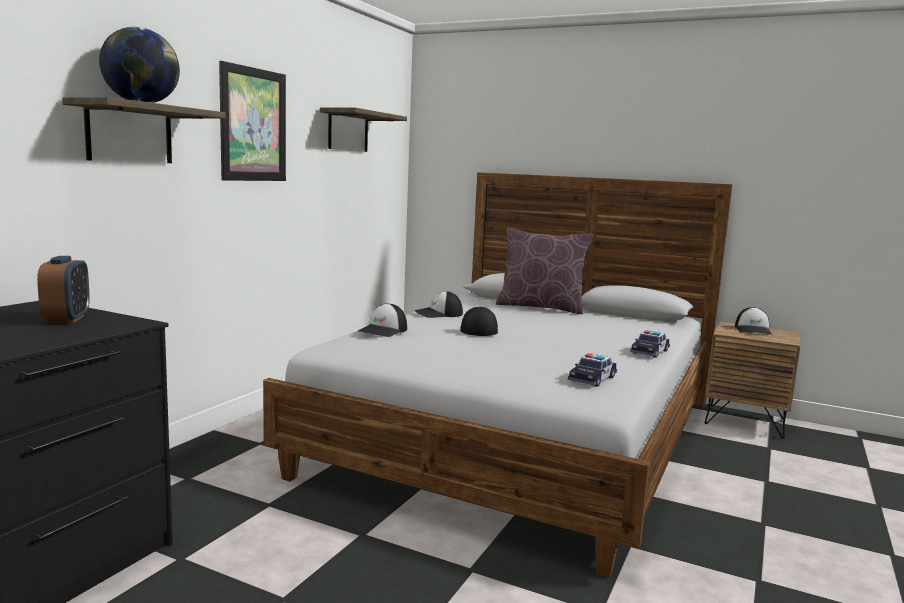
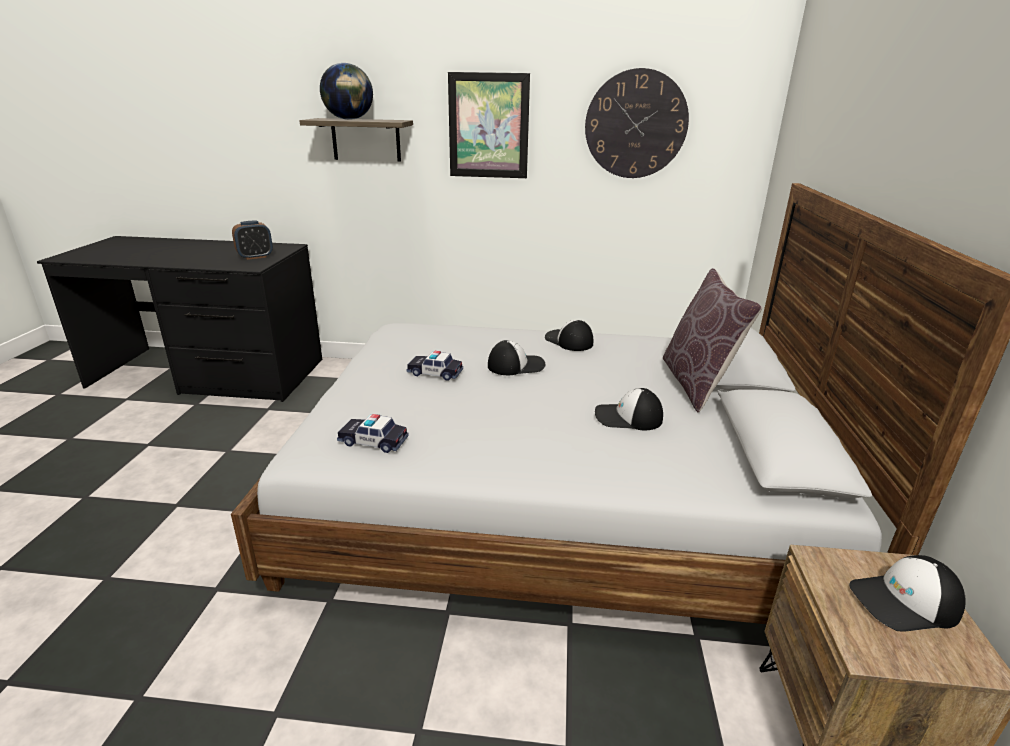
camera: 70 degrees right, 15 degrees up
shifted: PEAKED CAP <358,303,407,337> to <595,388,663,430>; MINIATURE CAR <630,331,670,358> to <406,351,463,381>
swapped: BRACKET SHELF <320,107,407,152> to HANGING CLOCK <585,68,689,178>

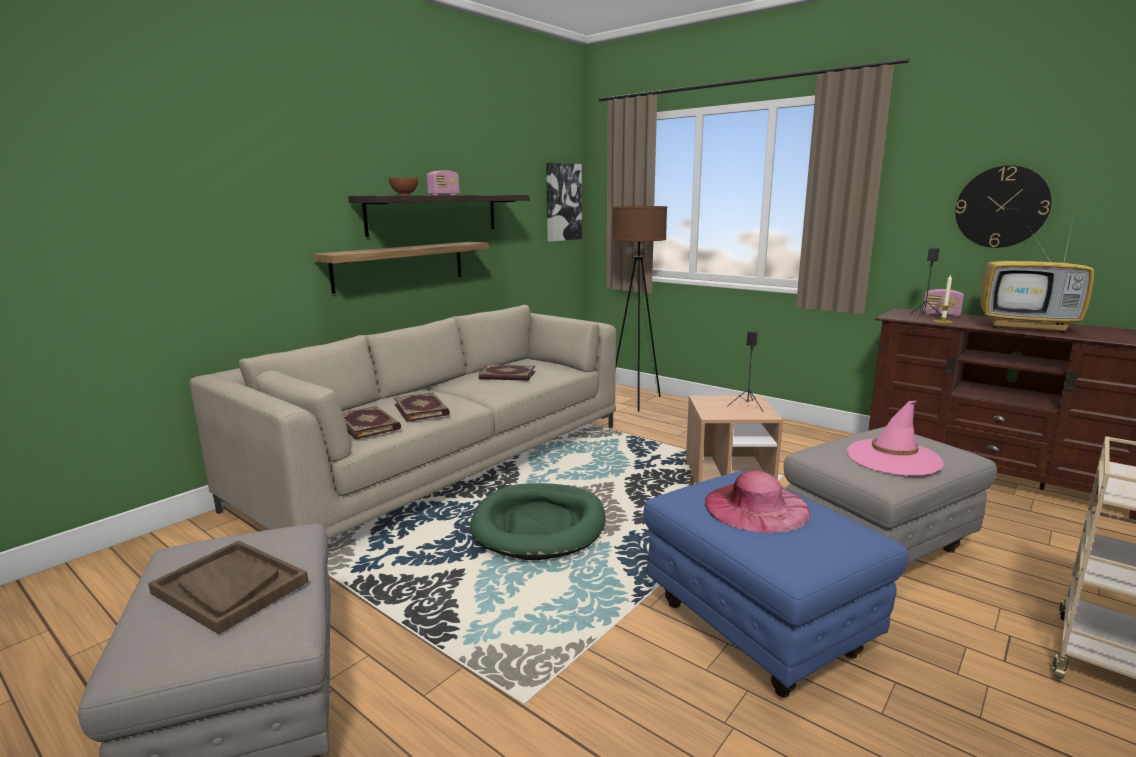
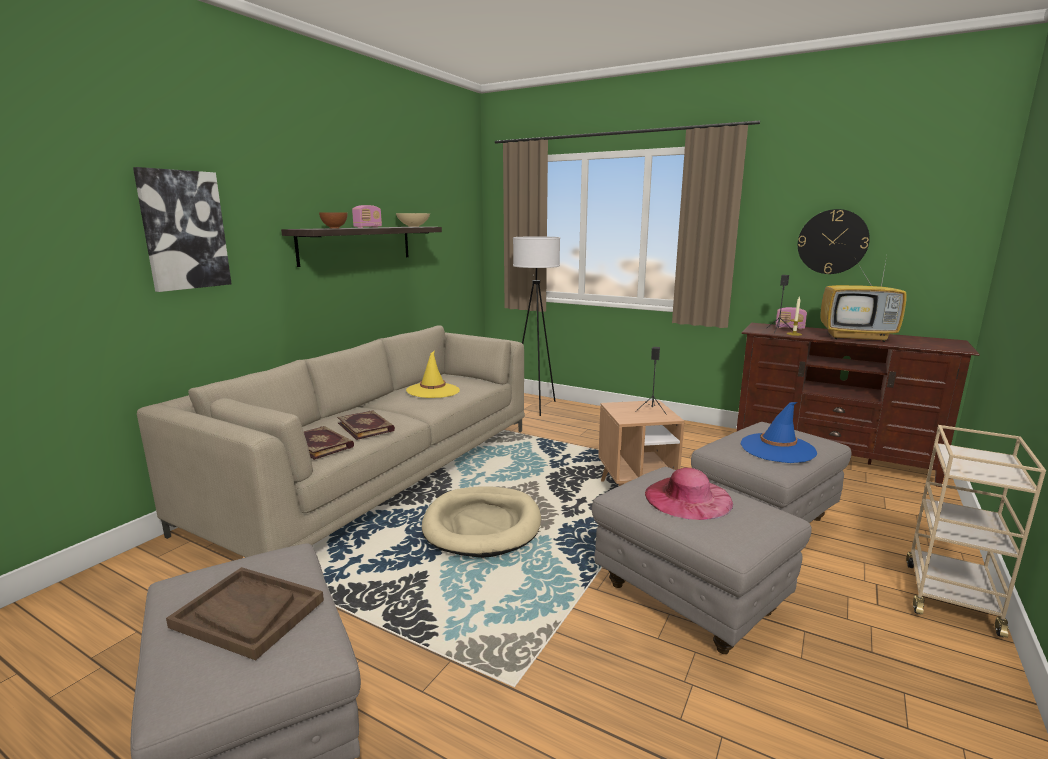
camera: 10 degrees left, 0 degrees up
gone: BRACKET SHELF <313,242,489,294>
new: BEIGE BOWL <396,213,430,227>
shifted: WALL PICTURE <546,162,582,242> to <133,167,232,292>
swapped: BOUND BOOK <479,364,535,381> to YELLOW-COLOURED WEARABLE HAT <406,350,460,398>
repainted: GREEN-COLOURED PET BED <470,483,606,560> to BEIGE PET BED <422,486,541,558>; BROWN STANDARD LAMP <612,206,667,412> to WHITE-COLOURED STANDARD LAMP <513,236,560,416>; BLUE FOOTREST <643,471,908,697> to GREY FOOTREST <592,467,812,654>; PINKISH WEARABLE HAT <847,401,943,476> to BLUE WEARABLE HAT <741,402,817,463>

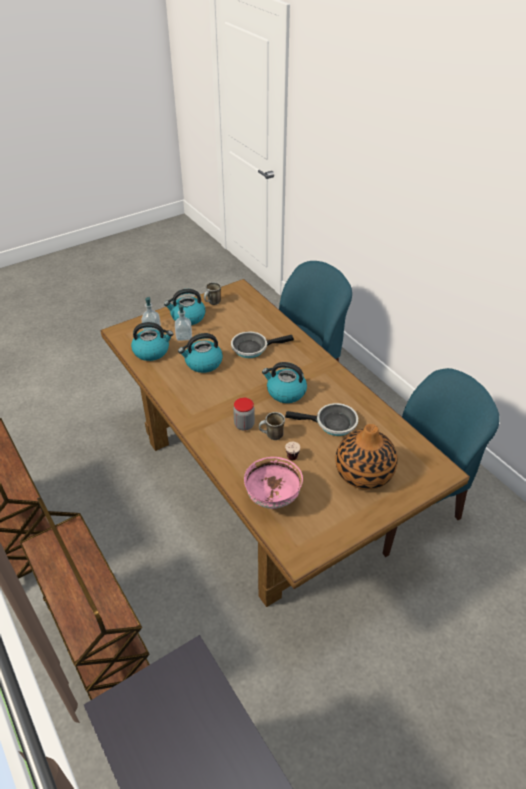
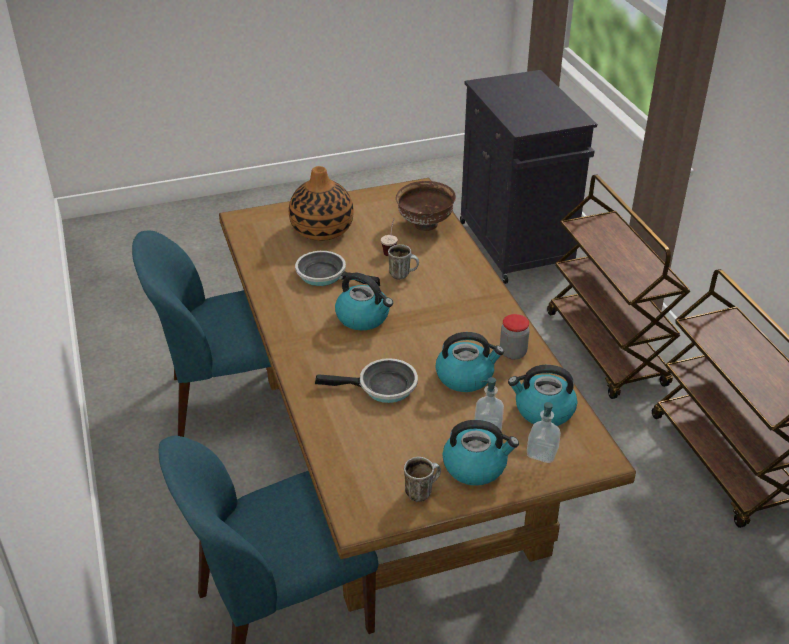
camera: 165 degrees left, 5 degrees down
shifted: PRESERVE JAR <233,398,255,431> to <500,314,530,360>
repainted: PINKISH BOWL <244,457,303,509> to BROWN BOWL <396,181,456,231>

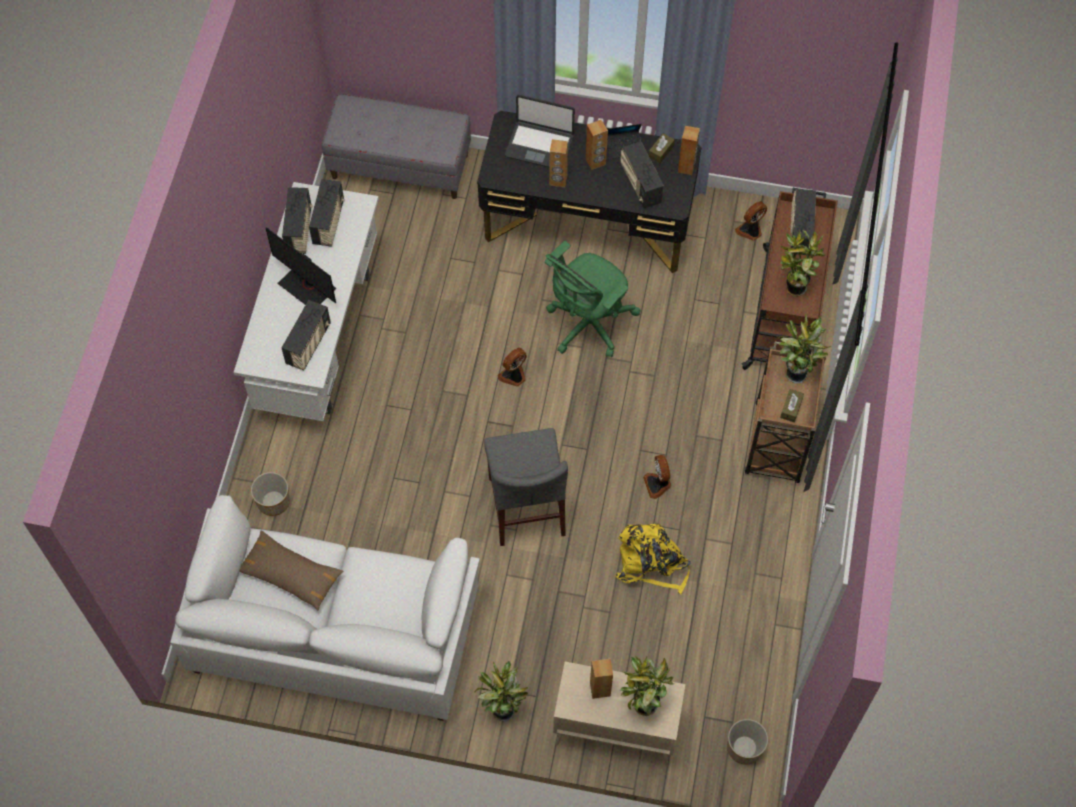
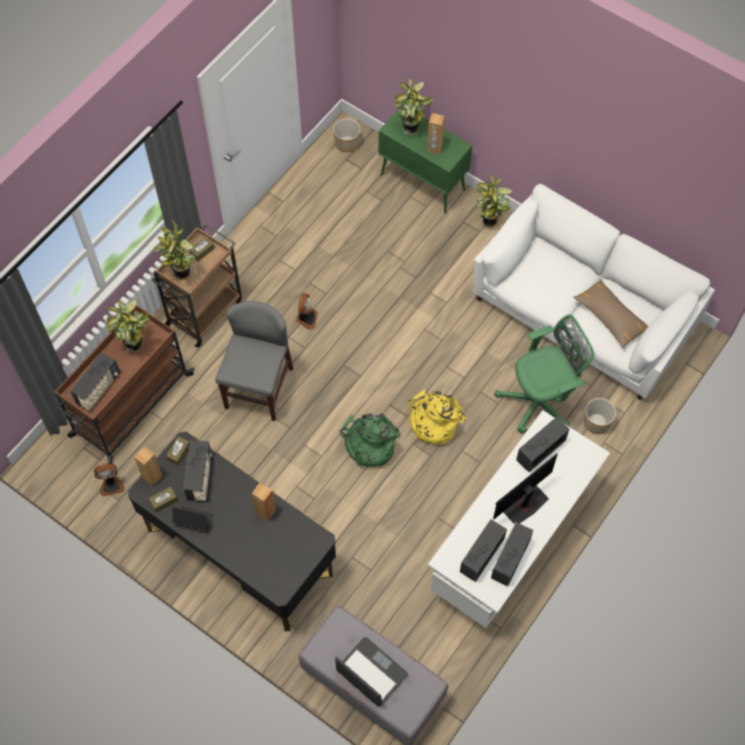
camera: 155 degrees left, 0 degrees up
gone: BROWN LOUDSPEAKER <585,120,608,170>
new: BROWN BOX OF TISSUES <166,436,190,465>
shifted: GREY PLAIN CHAIR <484,428,568,546> to <215,301,293,421>; NOTEBOOK COMPUTER <505,95,575,167> to <335,637,408,707>; GREEN-COLOURED DESK CHAIR <545,241,641,357> to <494,314,595,433>; YELLOW-COLOURED RUCKSACK <616,524,691,594> to <408,389,466,445>
swapped: COOLING FAN <498,348,527,387> to GREEN-COLOURED RUCKSACK <340,413,401,467>
repainted: BEIGE CUPBOARD <553,662,686,767> to GREEN-COLOURED CUPBOARD <379,107,472,213>
rotated: COMPUTER DISPLAY <266,227,336,305> = <493,453,558,524> 105 degrees counterclockwise

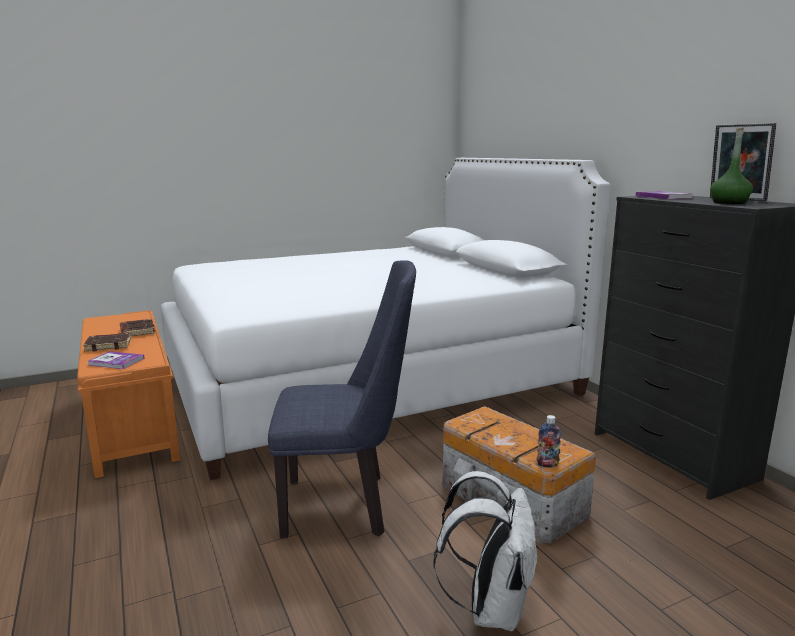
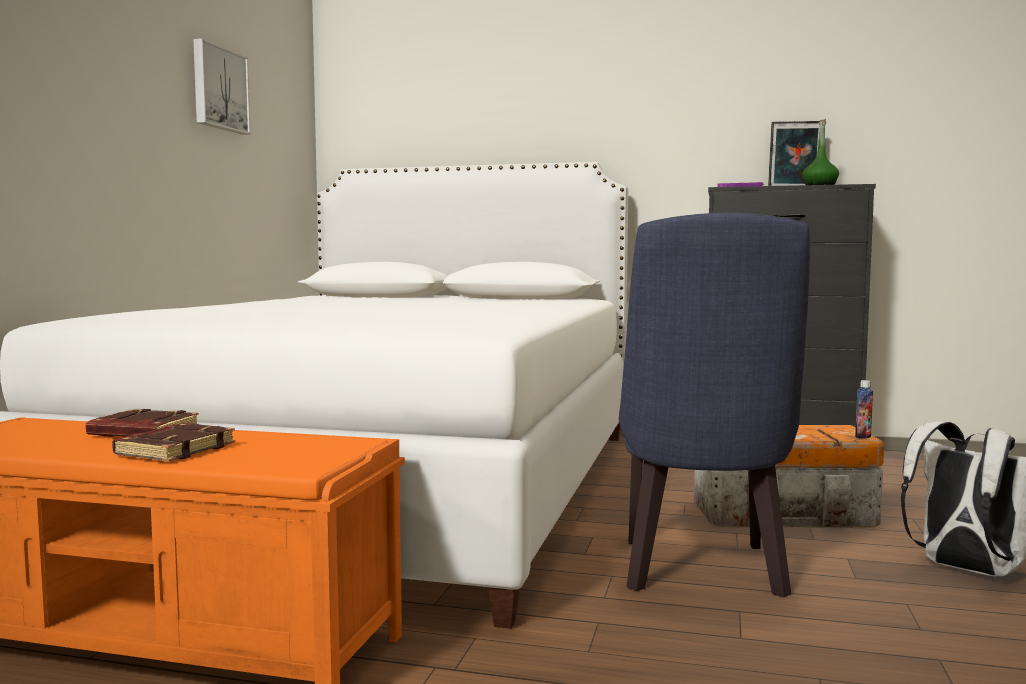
camera: 50 degrees left, 10 degrees down
gone: BOUND BOOK <88,351,145,369>
new: WALL PICTURE <193,38,250,135>
rotated: BLUE PLAIN CHAIR <268,260,416,538> = <619,213,810,597> 150 degrees clockwise

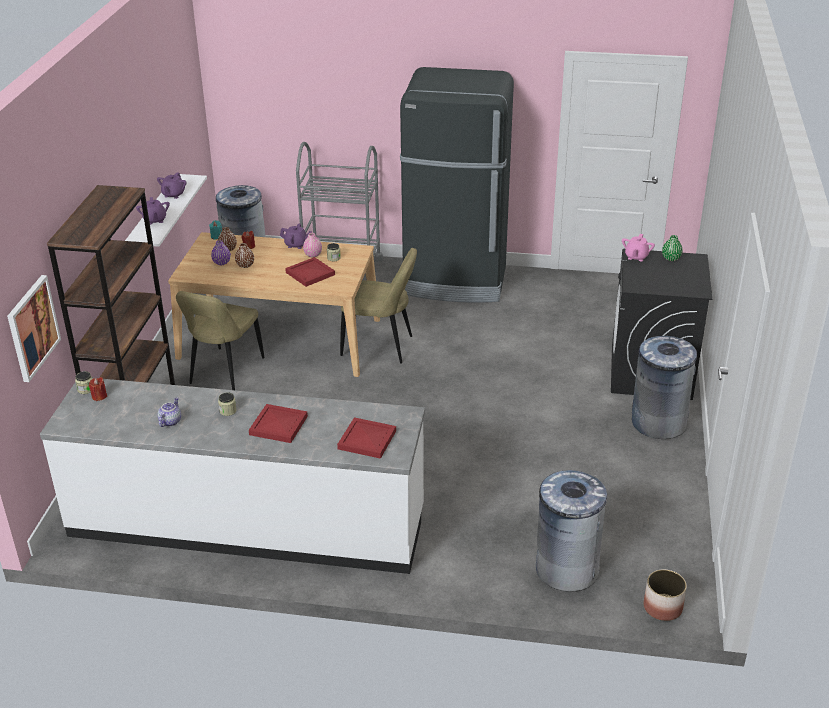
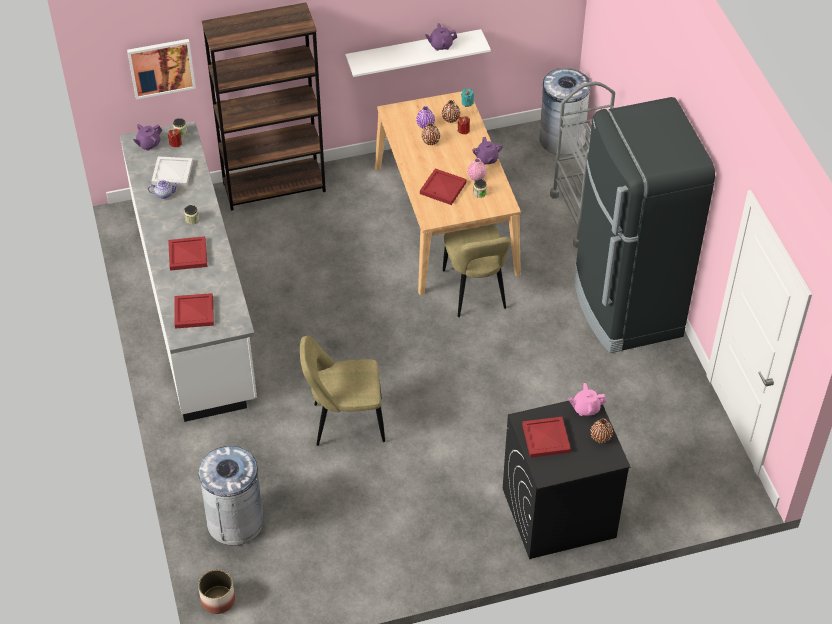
camera: 65 degrees right, 15 degrees up
gone: GREY WASTE BIN <632,336,697,439>
new: WHITE-COLOURED TRAY <151,156,193,187>; RED-COLOURED TRAY <522,417,571,458>
shifted: PURPLISH POT FOR TEA <136,197,170,225> to <133,124,162,151>; BEIGE PLAIN CHAIR <176,291,264,390> to <300,336,385,446>
repainted: GREEN-COLOURED FLOWER VASE <662,235,683,261> to BROWN FLOWER VASE <590,418,613,443>

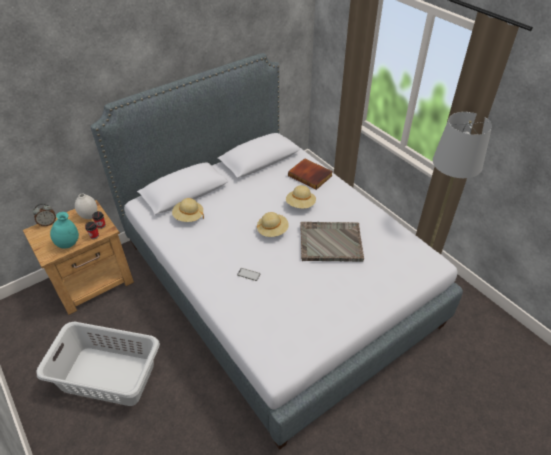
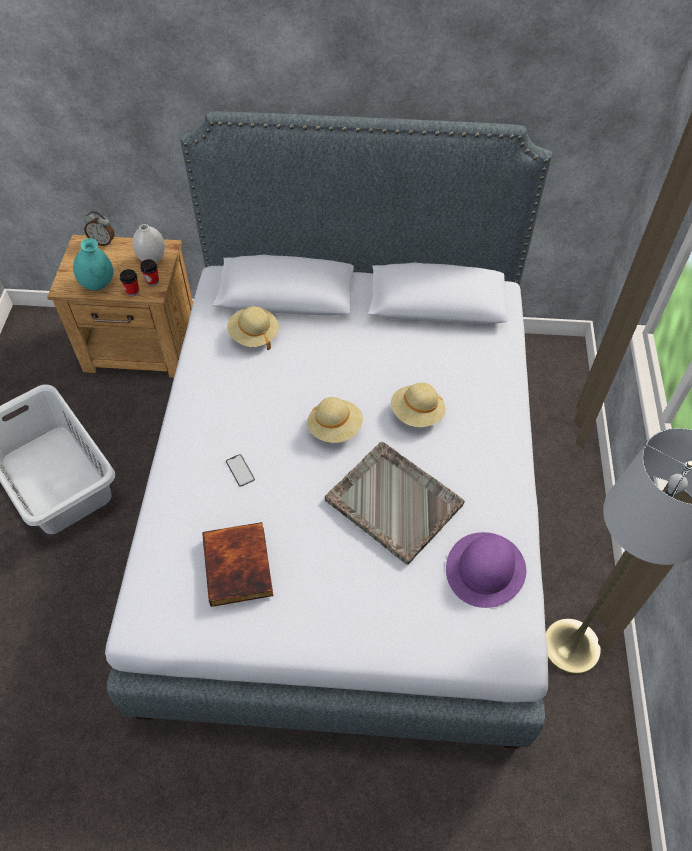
camera: 40 degrees right, 10 degrees up
new: PURPLISH WEARABLE HAT <446,532,526,608>
shifted: BOUND BOOK <288,158,333,190> to <202,522,273,607>

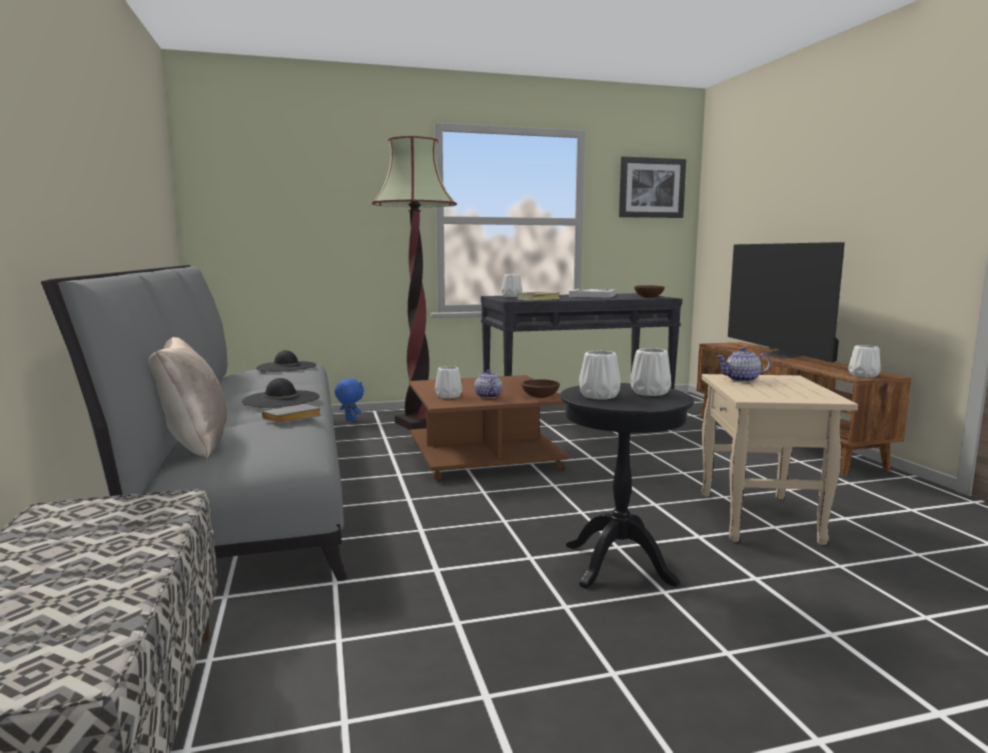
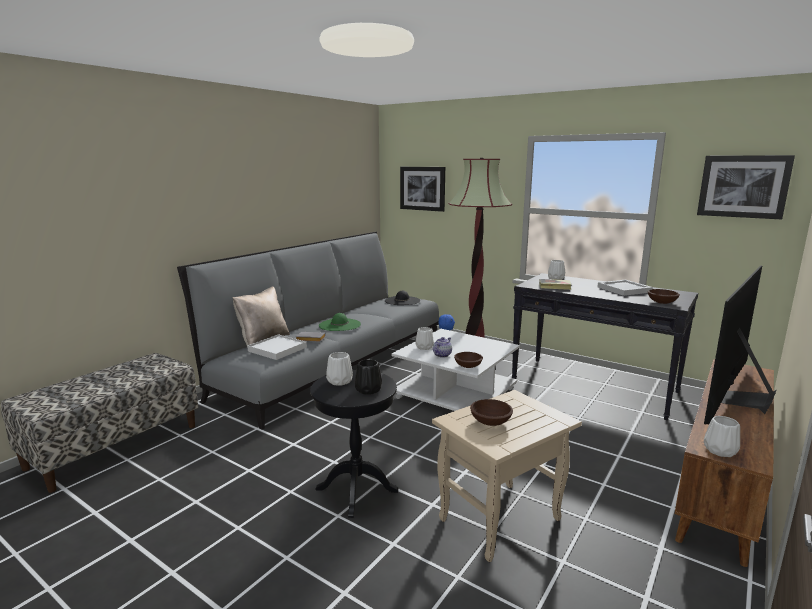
camera: 50 degrees right, 5 degrees up
gone: POT FOR TEA <716,347,771,382>
new: WHITE-COLOURED TRAY <247,334,307,360>; WALL PICTURE <400,167,445,212>; BROWN BOWL <470,399,513,426>
repainted: BLACK-COLOURED WEARABLE HAT <242,378,320,408> to GREEN-COLOURED WEARABLE HAT <319,313,361,331>; BROWN COFFEE TABLE <409,375,569,481> to WHITE-COLOURED COFFEE TABLE <391,329,520,411>; WHITE-COLOURED FLOWER VASE <630,348,671,396> to BLACK-COLOURED FLOWER VASE <355,359,382,395>

